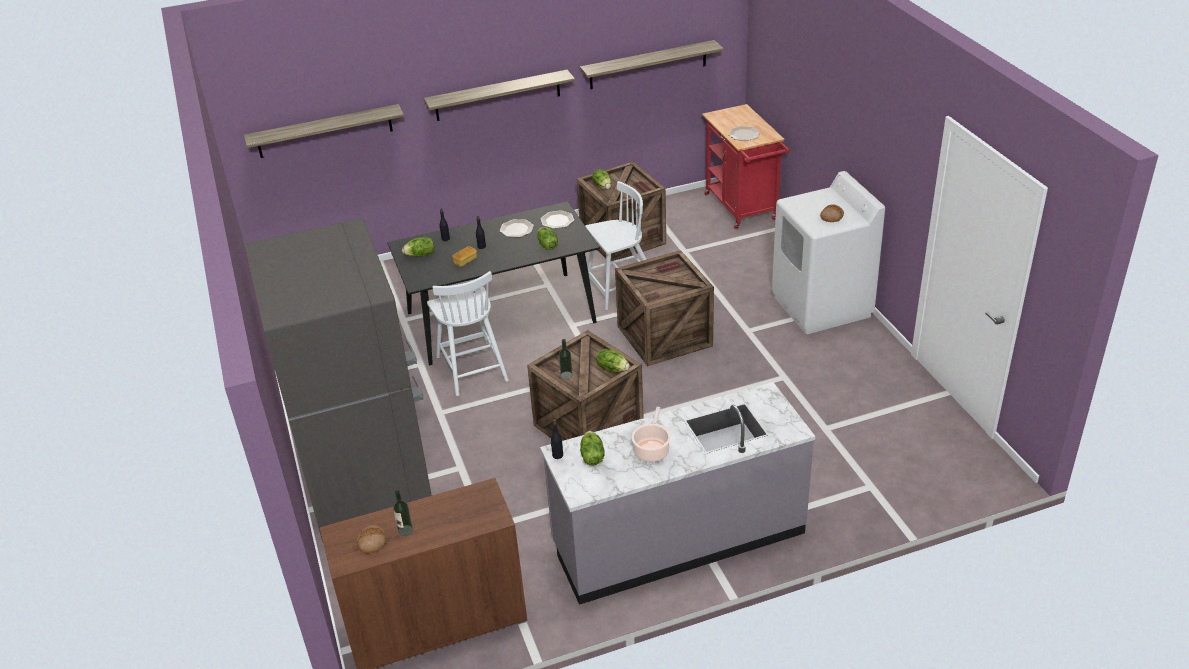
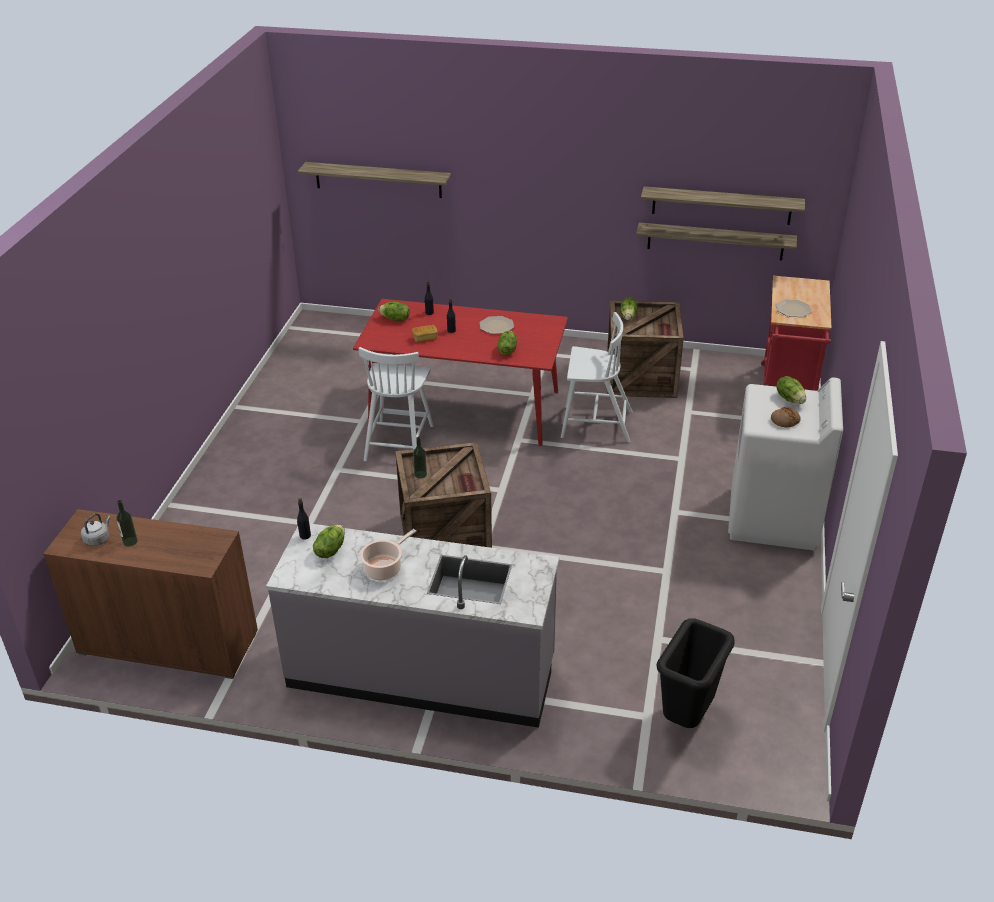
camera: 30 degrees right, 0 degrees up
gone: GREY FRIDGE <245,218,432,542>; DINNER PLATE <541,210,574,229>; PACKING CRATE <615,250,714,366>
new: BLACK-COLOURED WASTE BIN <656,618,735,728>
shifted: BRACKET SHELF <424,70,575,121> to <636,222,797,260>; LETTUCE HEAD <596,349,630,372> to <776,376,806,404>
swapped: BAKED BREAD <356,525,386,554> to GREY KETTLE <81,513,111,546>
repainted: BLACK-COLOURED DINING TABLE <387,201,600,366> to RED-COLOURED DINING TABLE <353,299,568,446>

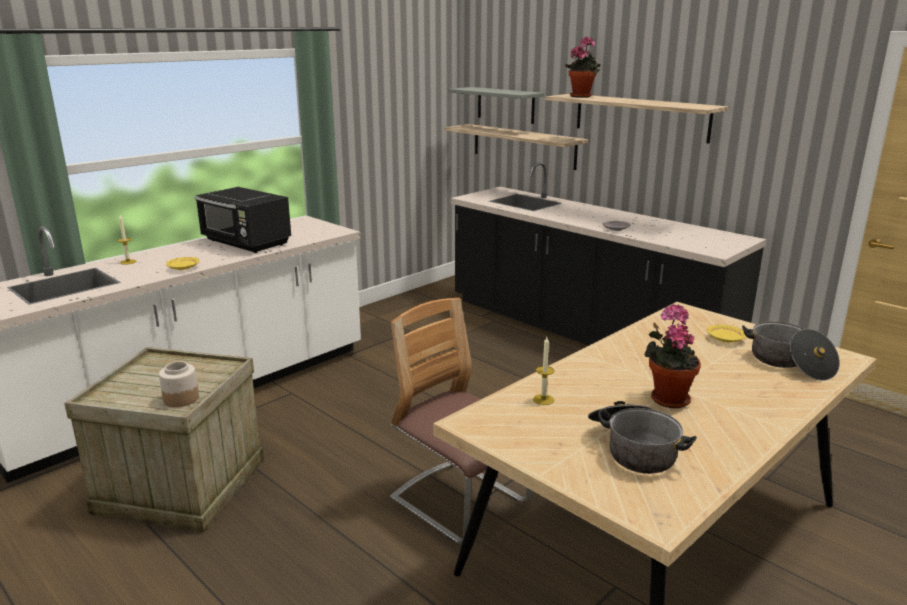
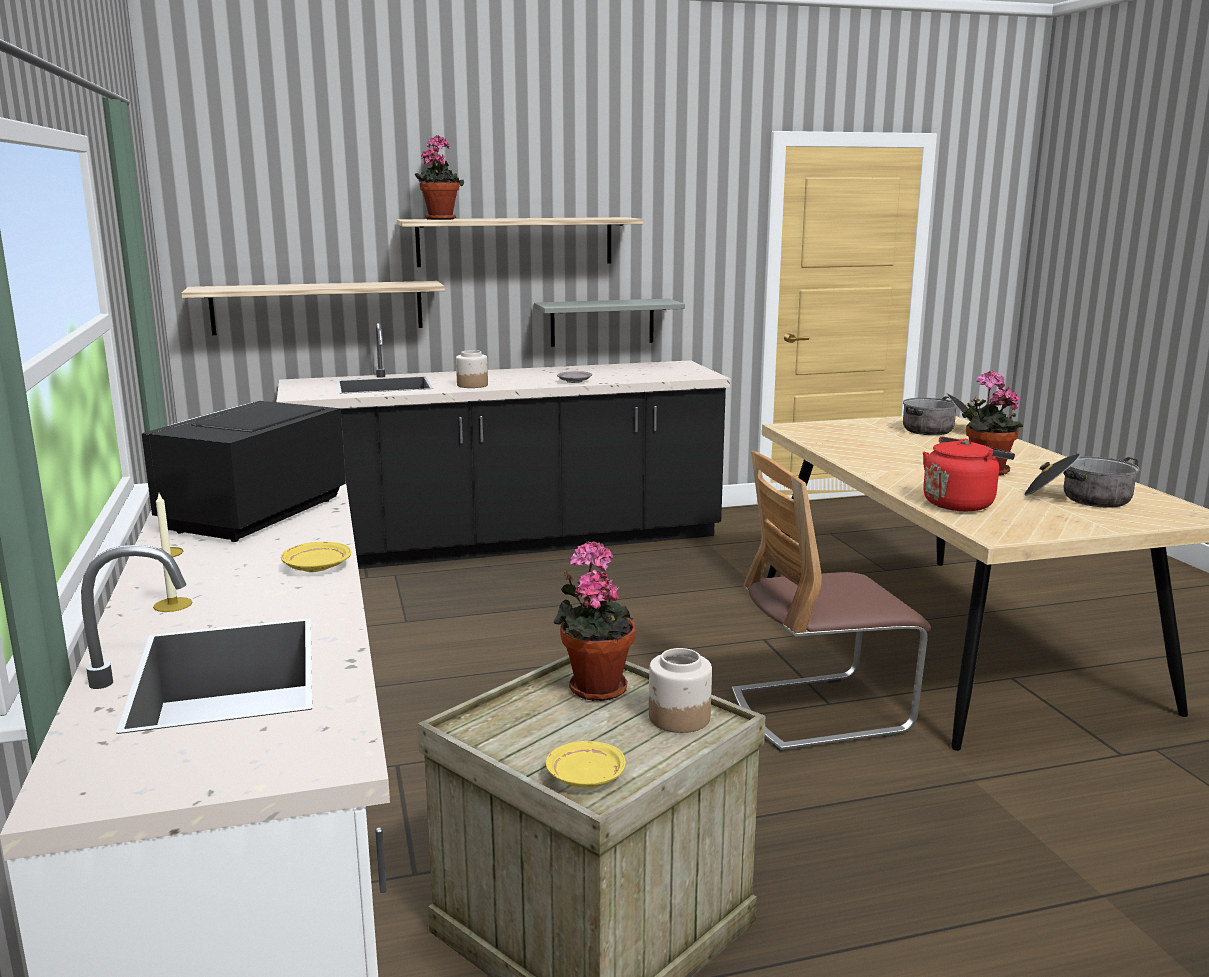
camera: 60 degrees left, 5 degrees down
new: PRESERVE JAR <456,350,488,388>; POTTED PLANT <554,541,636,701>
shifted: GREY BRACKET SHELF <448,87,544,124> to <534,299,685,347>; YELLOW-COLOURED DINNER PLATE <707,325,746,343> to <546,741,626,787>
swapped: CANDLE <533,337,554,405> to RED-COLOURED KETTLE <923,437,1015,511>
rotated: BLACK-COLOURED MICROWAVE OVEN <194,187,291,253> = <142,401,346,542> 135 degrees clockwise

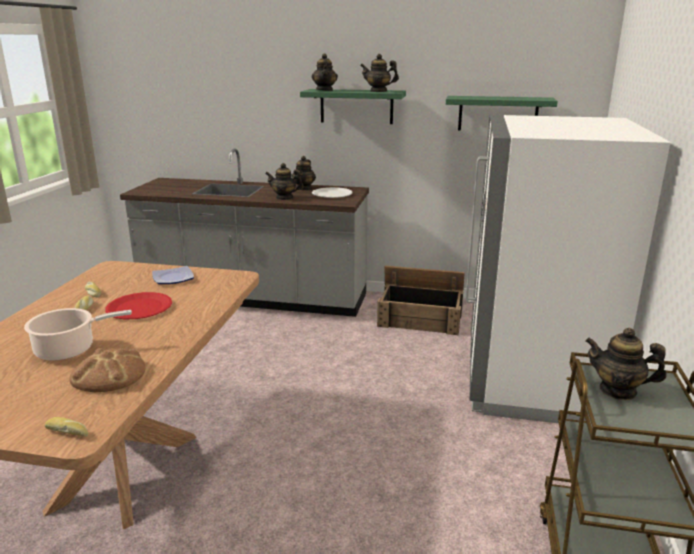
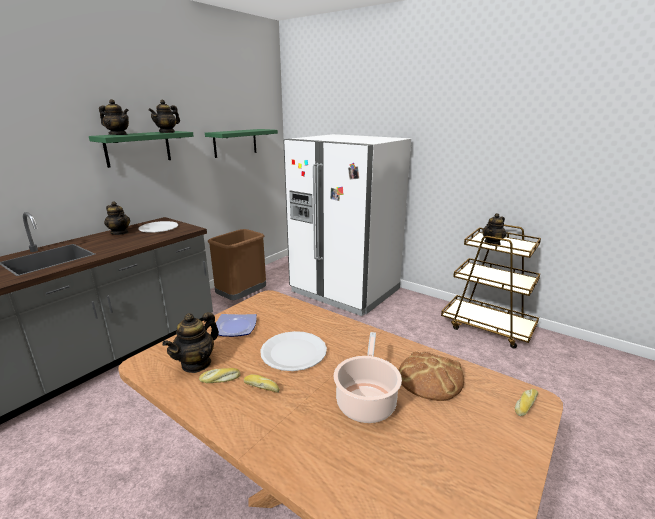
camera: 65 degrees left, 0 degrees up
shifted: POT FOR TEA <265,163,303,200> to <162,312,219,373>
swapped: PACKING CRATE <377,266,465,335> to BROWN WASTE BIN <208,229,266,300>
repainted: RED-COLOURED DINNER PLATE <105,292,172,319> to WHITE-COLOURED DINNER PLATE <260,331,327,371>

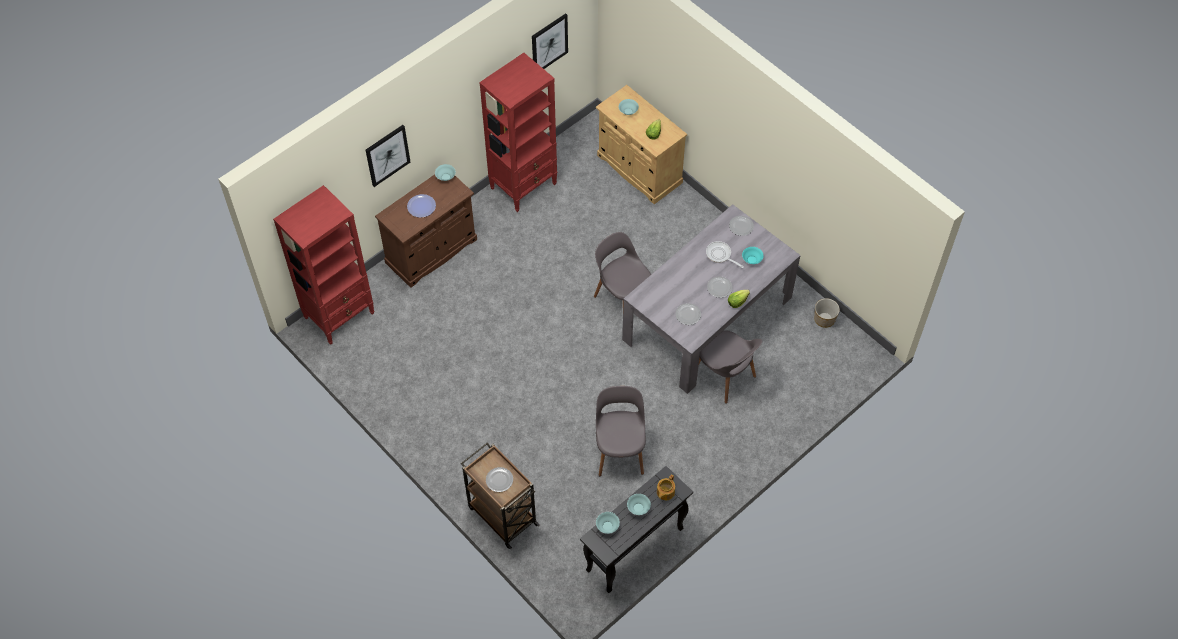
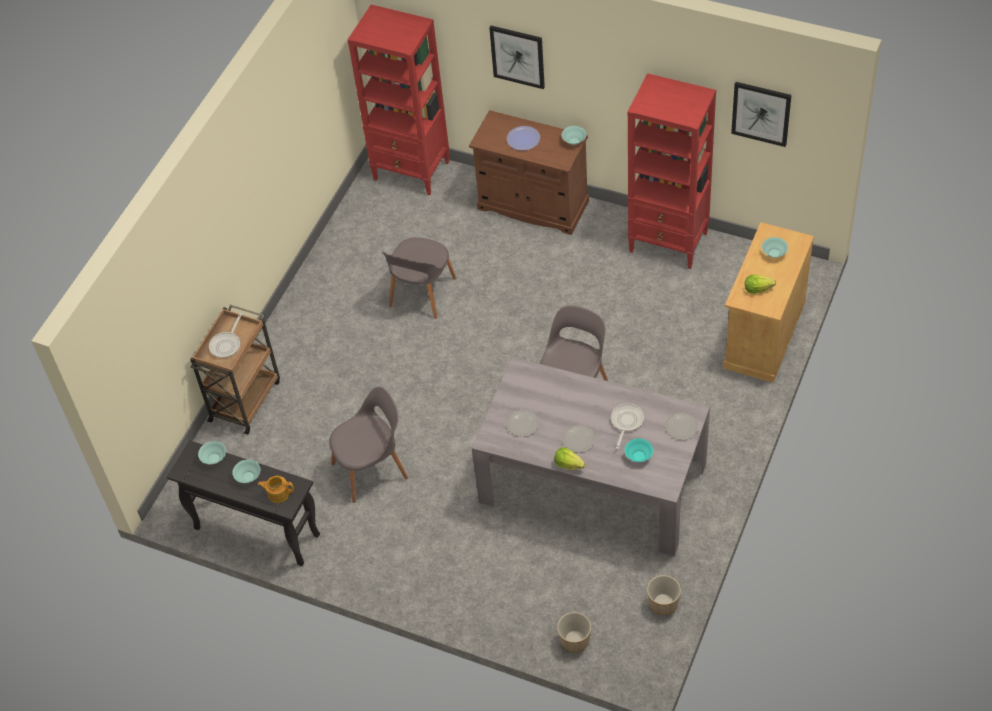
camera: 70 degrees right, 5 degrees down
new: FLOWER POT <557,612,591,652>
shifted: GREY PLAIN CHAIR <699,330,762,404> to <381,237,456,319>
swapped: DINNER PLATE <486,467,513,492> to SKILLET <209,313,242,358>

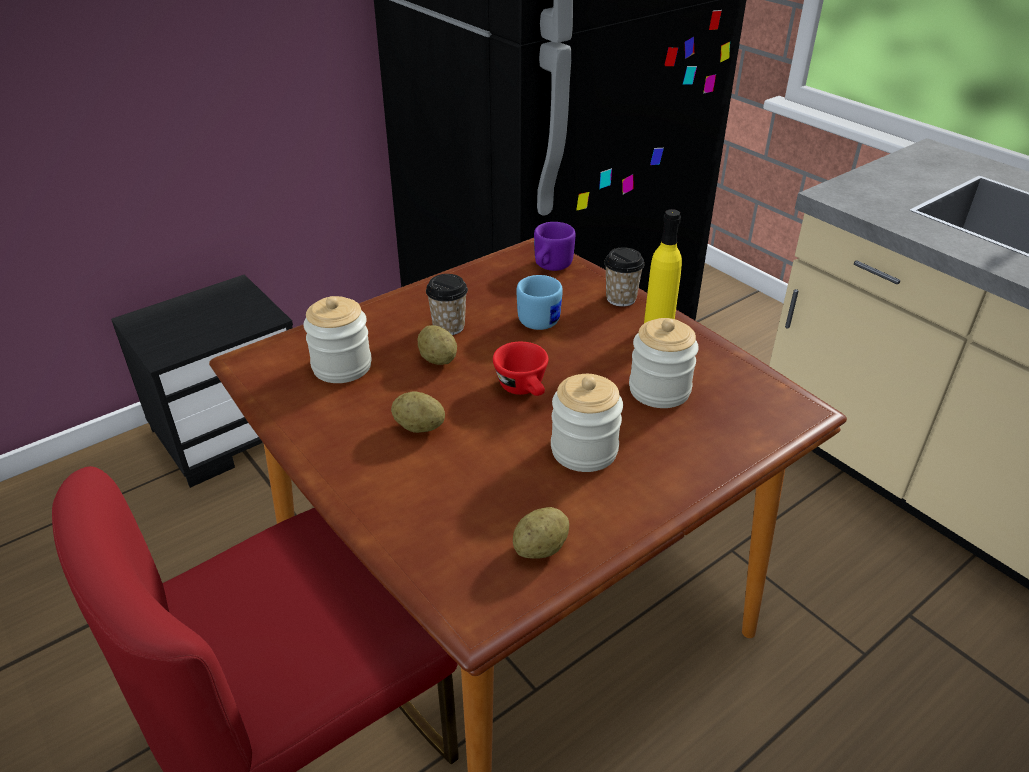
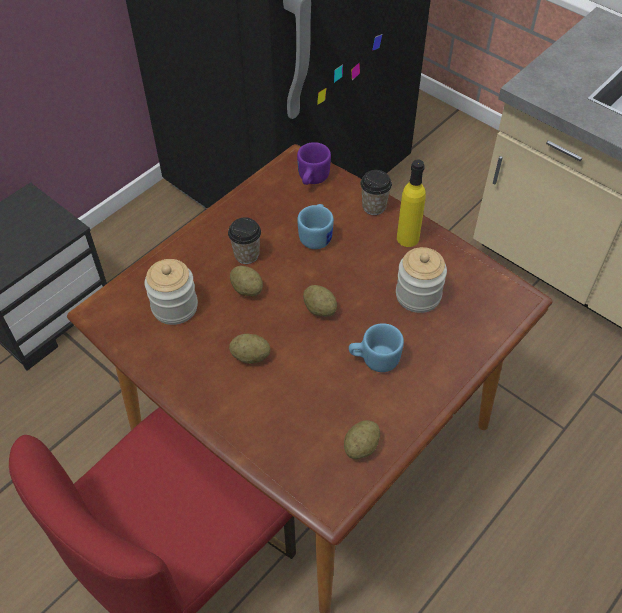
camera: 10 degrees left, 15 degrees up
swapped: RED-COLOURED SMALL CUP <493,342,548,396> to SPUD <303,285,337,317>; PRESERVE JAR <551,374,623,472> to BLUE TEA MUG <349,323,404,372>

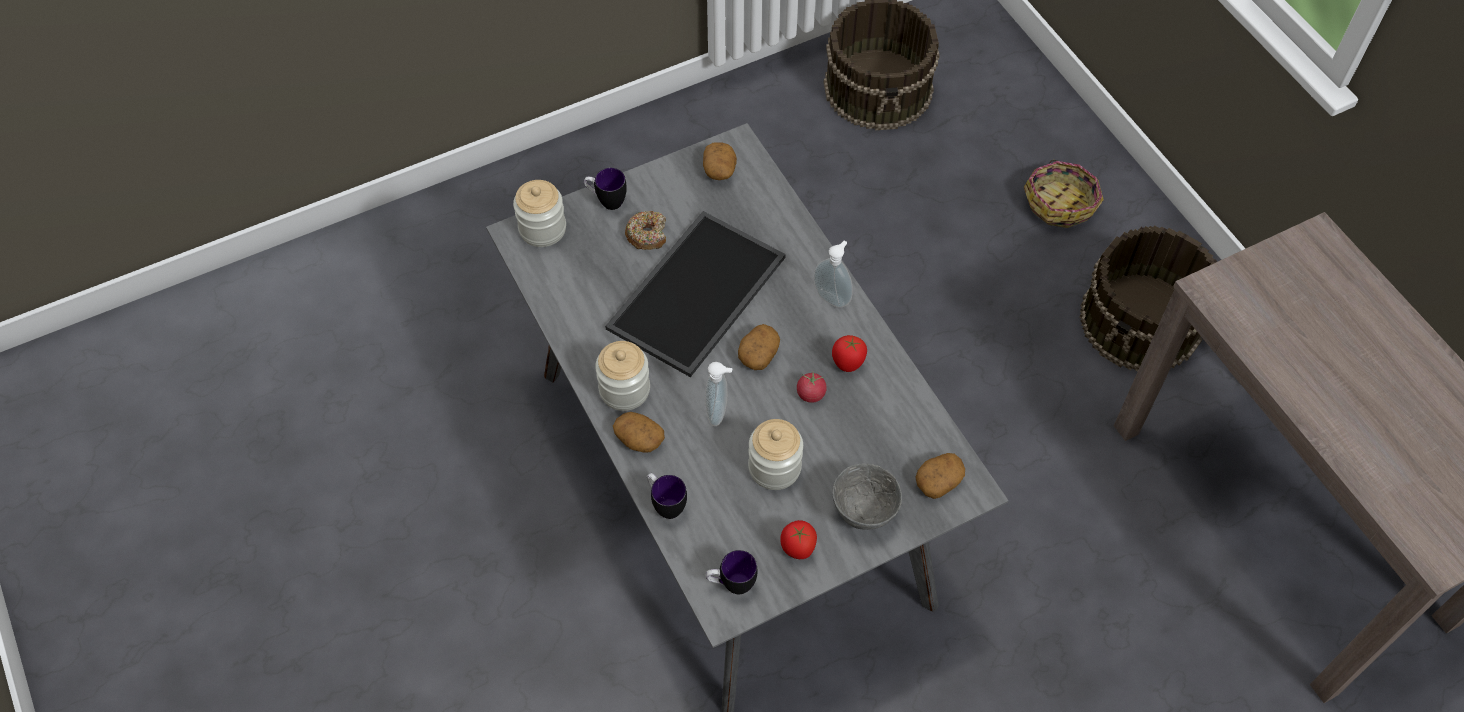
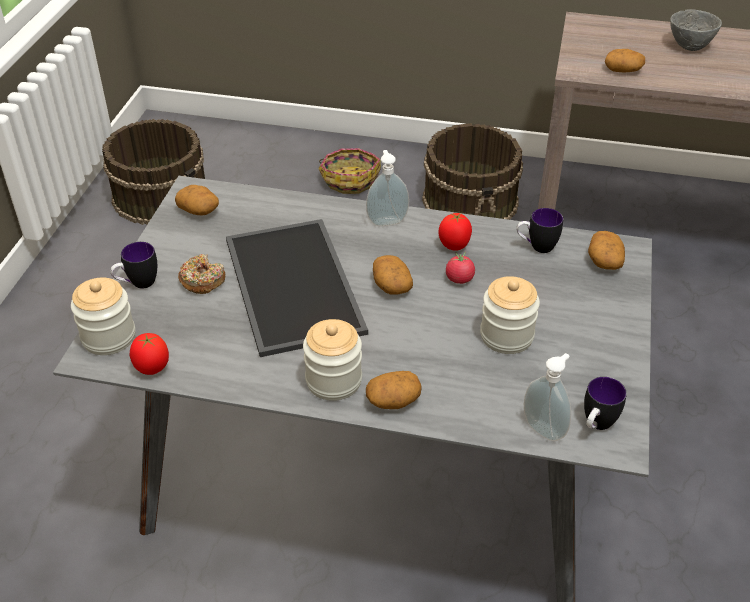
camera: 50 degrees left, 15 degrees down
new: SPUD <605,49,645,72>
shifted: TEA MUG <647,473,687,519> to <516,208,563,253>; SOAP DISPENSER <705,362,732,426> to <524,353,571,441>; WHOLE TOMATO <780,520,817,559> to <130,333,169,375>; GREY BOWL <832,464,902,530> to <670,9,722,51>

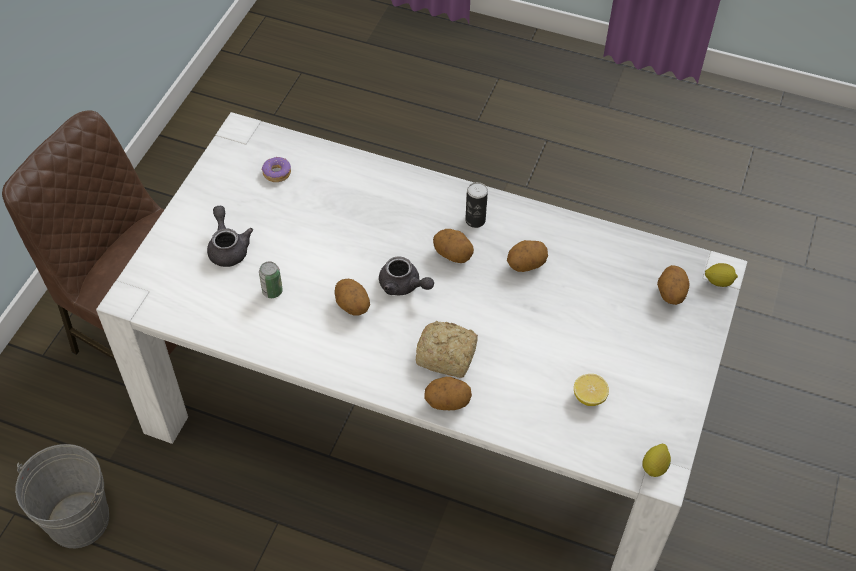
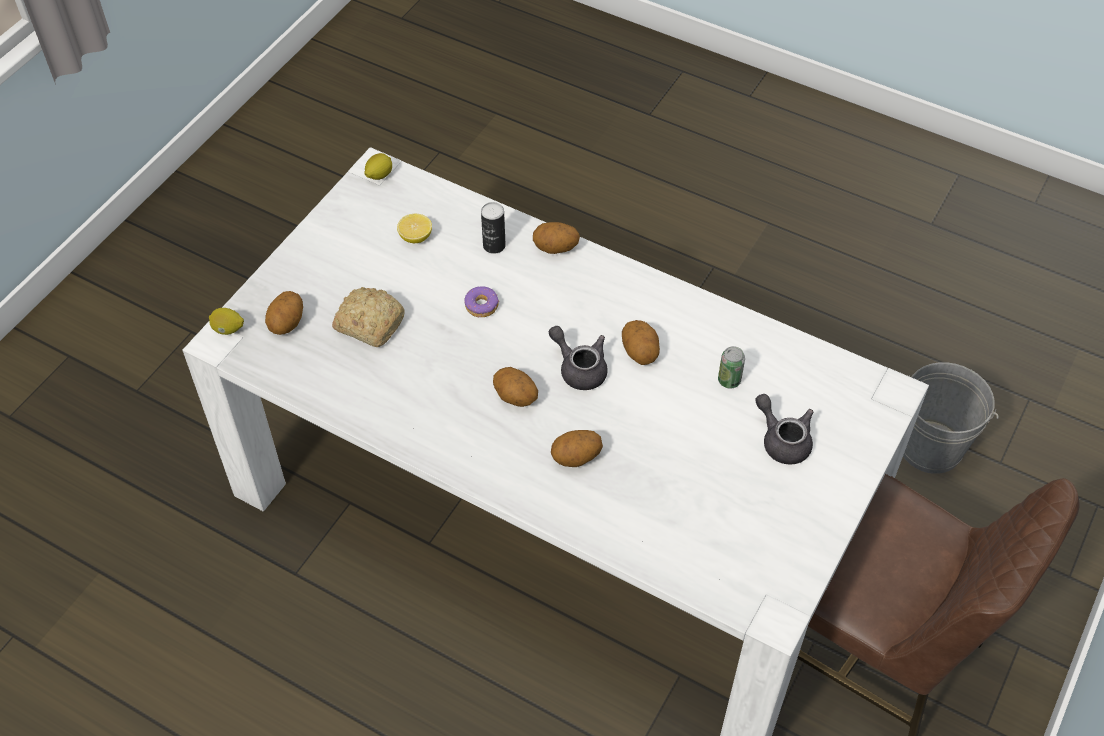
camera: 170 degrees left, 0 degrees up
shifted: DONUT <262,156,291,182> to <464,286,499,317>; BAKED BREAD <416,321,478,378> to <332,287,405,347>; CAN <465,182,488,228> to <481,202,506,254>; SPUD <507,240,548,272> to <551,430,603,467>
rotated: GREY POT FOR TEA <207,206,253,267> = <755,394,814,465> 150 degrees clockwise

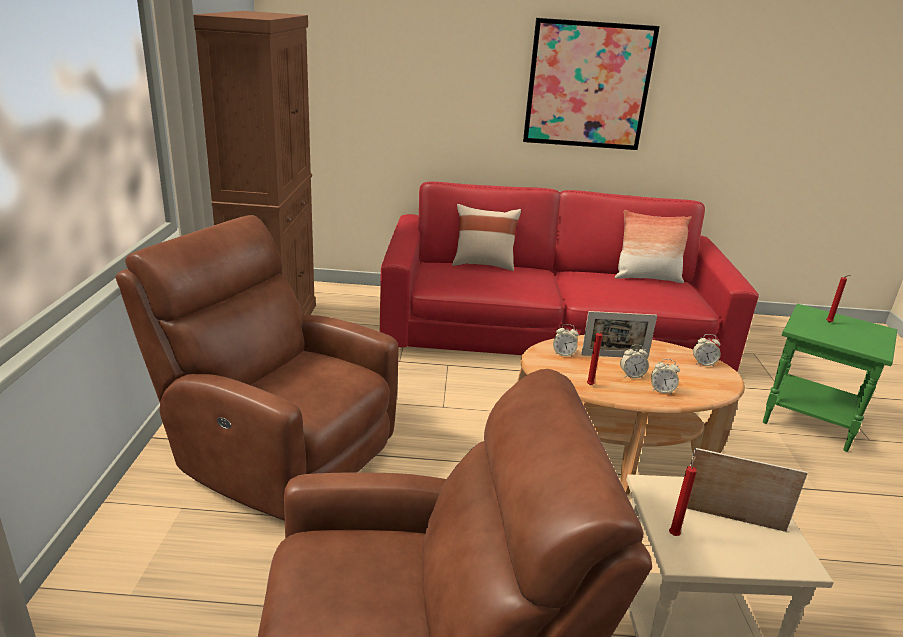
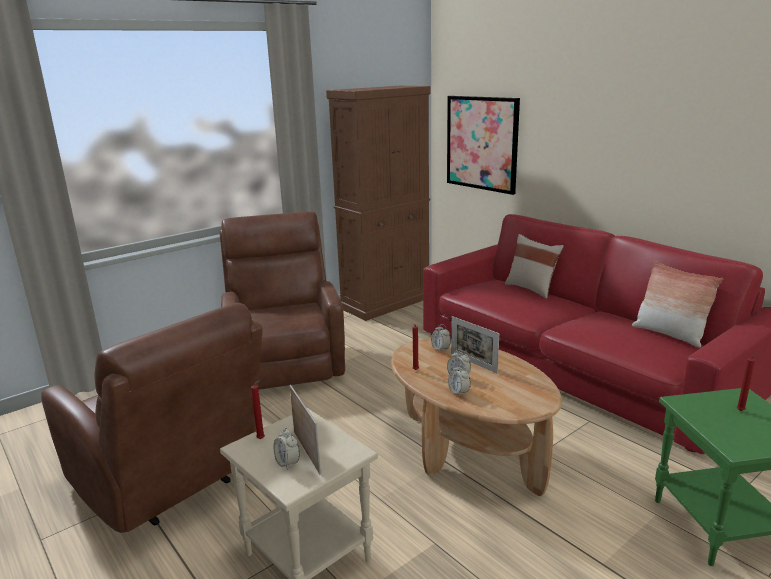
camera: 50 degrees right, 5 degrees down
shifted: WALL PICTURE <523,18,660,150> to <447,96,520,195>; BEDSIDE CLOCK <693,334,721,367> to <274,428,300,470>

